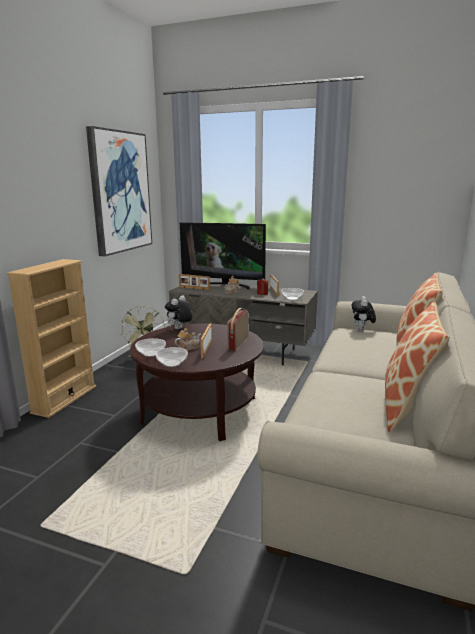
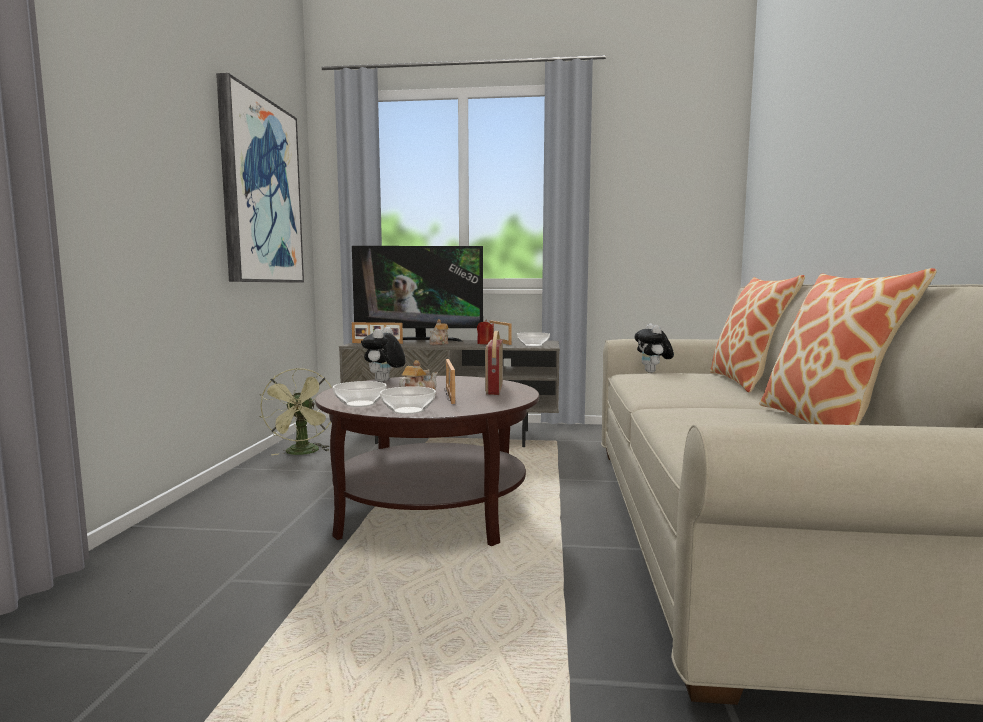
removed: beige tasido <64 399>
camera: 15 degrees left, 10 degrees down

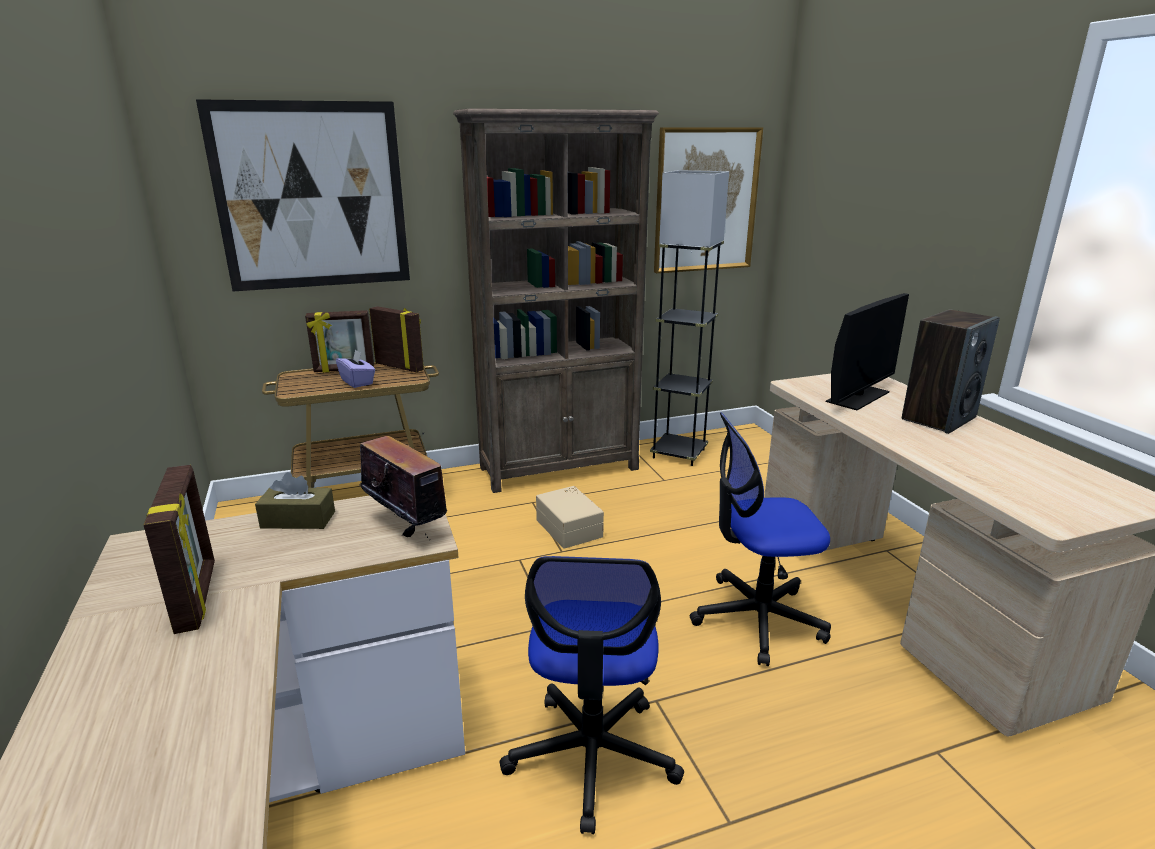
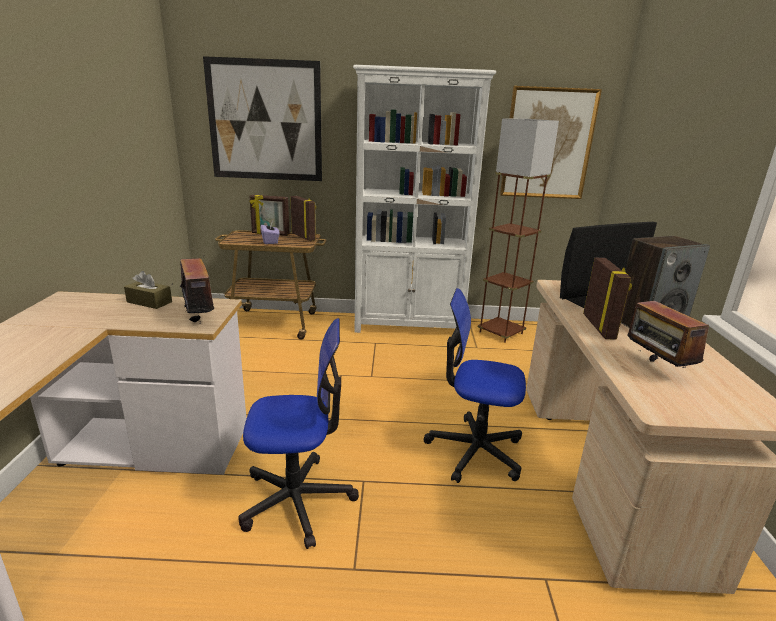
removed: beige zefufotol <570 527>
added: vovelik <655 368>
moved: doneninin <198 596> to <599 327>
recoloured: brown tasido <560 468> to white tasido <409 326>; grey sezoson <679 454> to brown sezoson <501 333>
turned: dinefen <592 756> = <297 500> 120 degrees counterclockwise
camera: 20 degrees right, 0 degrees up

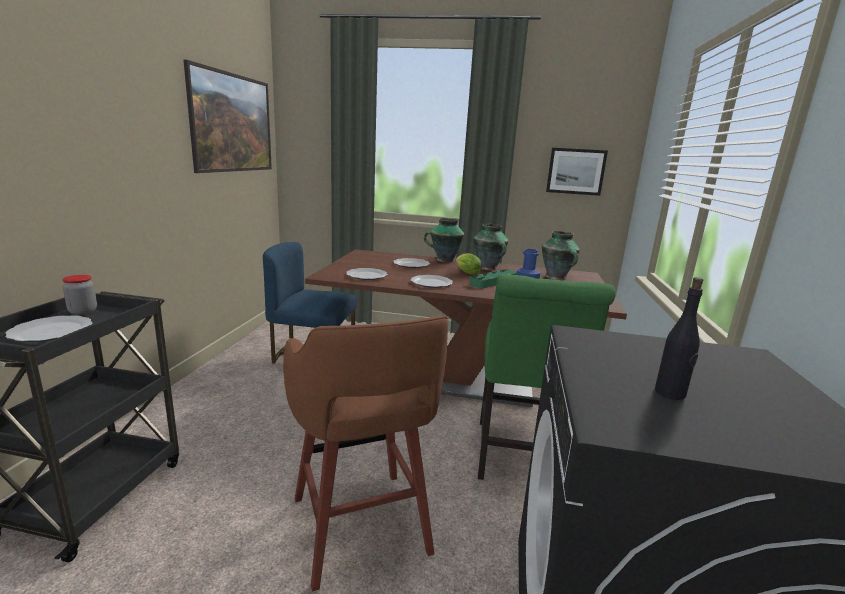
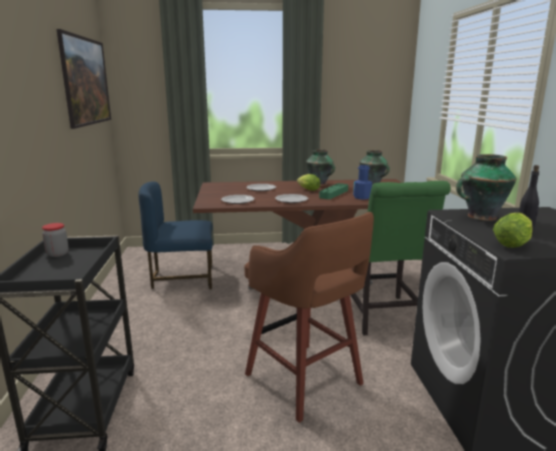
removed: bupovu <575 171>; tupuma <52 331>
added: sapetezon <513 244>
moved: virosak <444 260> to <480 217>
camera: 15 degrees left, 0 degrees up

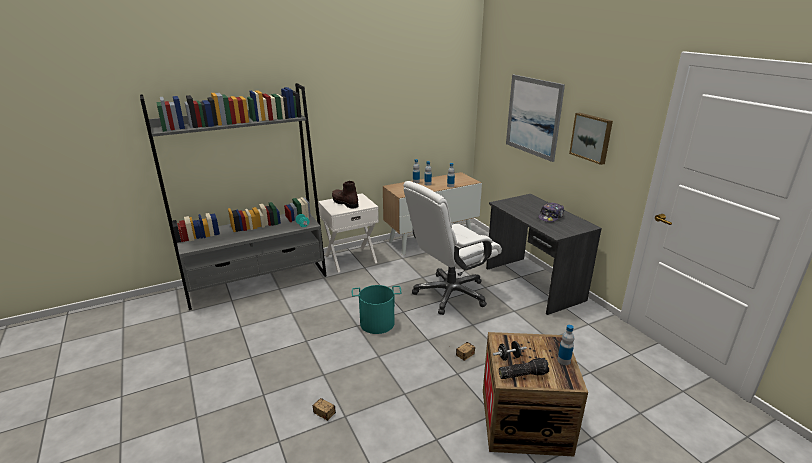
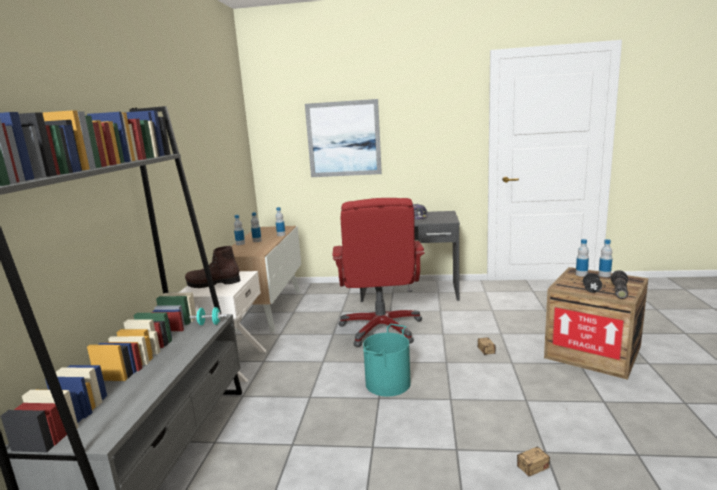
removed: bupovu <591 137>
added: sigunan <581 274>
recoloured: white dinefen <450 294> to red dinefen <381 329>
camera: 55 degrees left, 10 degrees down

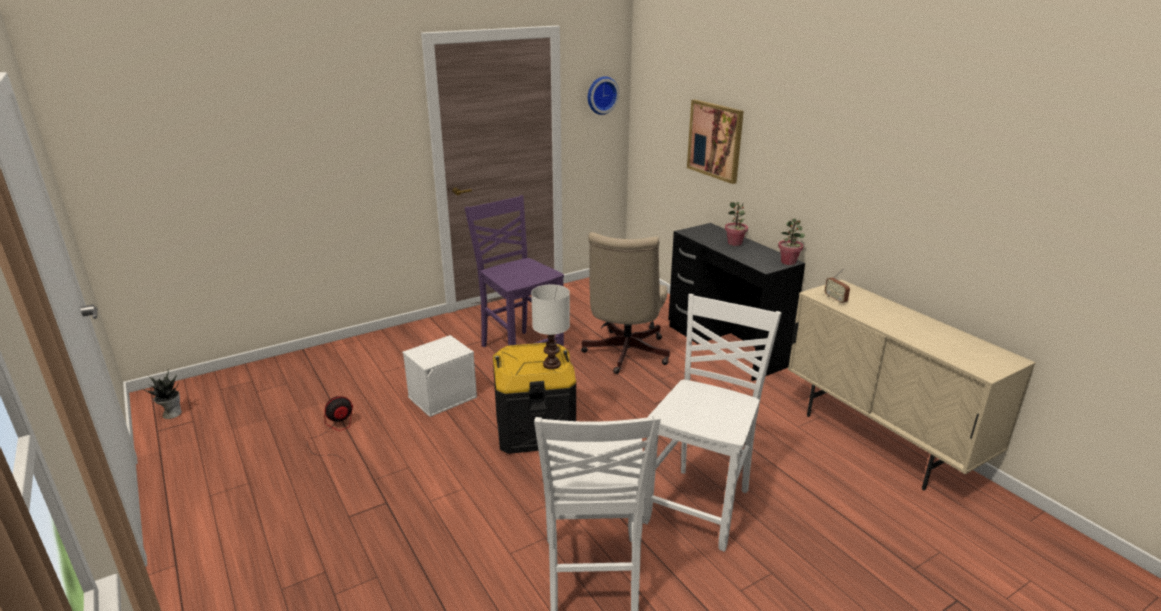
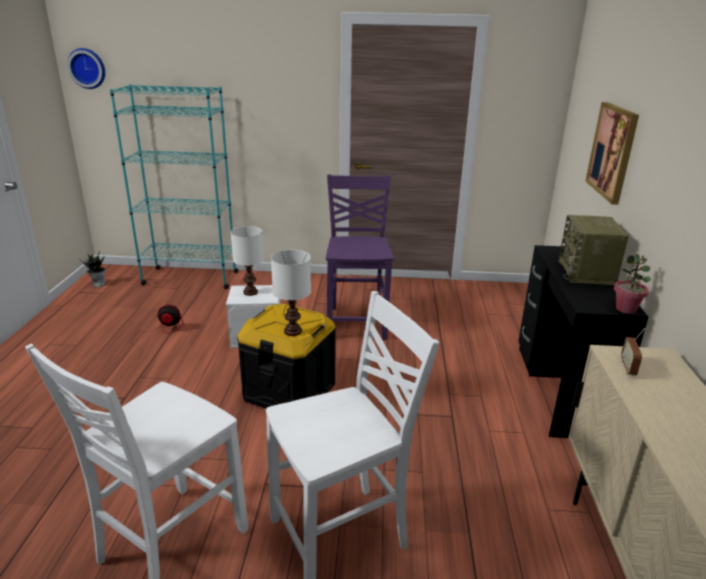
removed: beige dinefen <624 355>
added: turquoise tasido <190 278>; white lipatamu <250 292>
moved: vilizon <601 95> to <88 68>
replaced: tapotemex <735 243> to vovelik <586 273>
camera: 35 degrees right, 0 degrees up

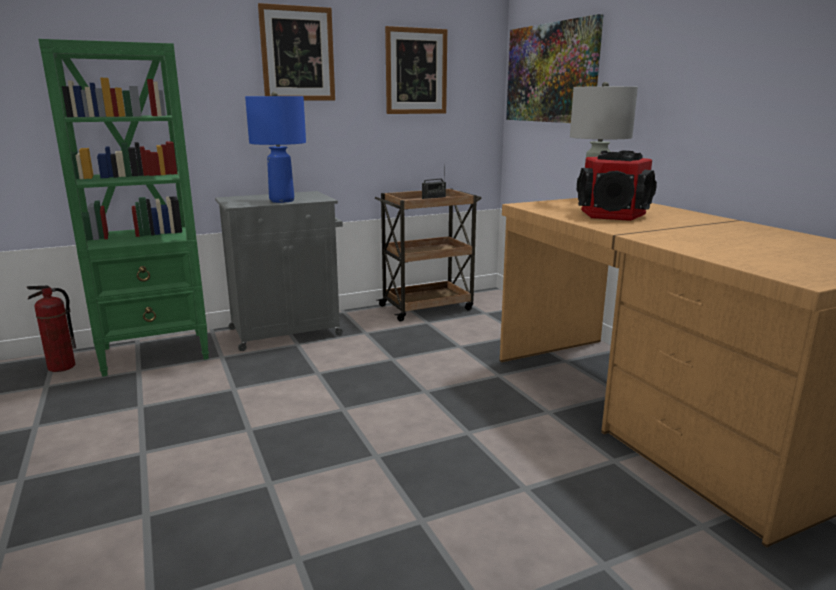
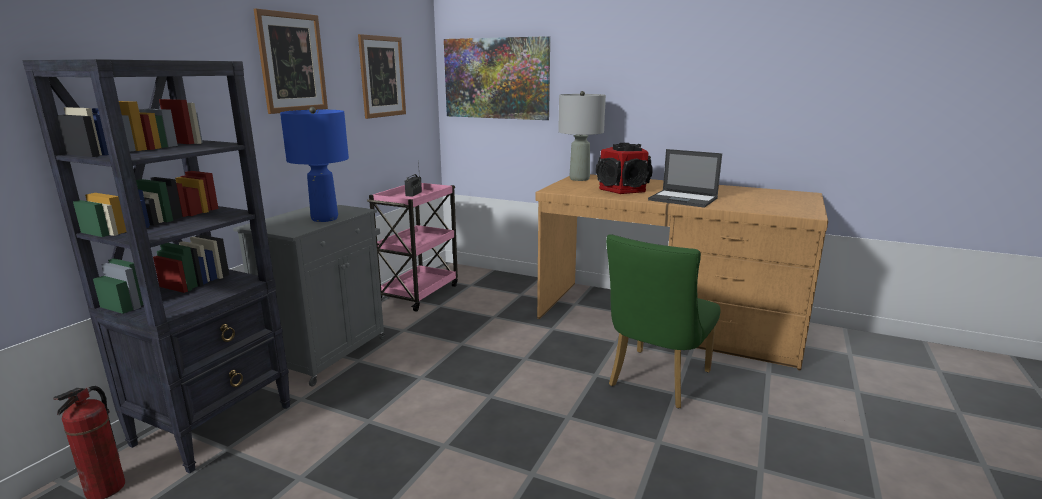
added: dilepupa <683 199>; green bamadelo <655 381>
recoloured: green tasido <156 353> to black tasido <215 424>; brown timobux <427 307> to pink timobux <419 293>
camera: 40 degrees left, 0 degrees up

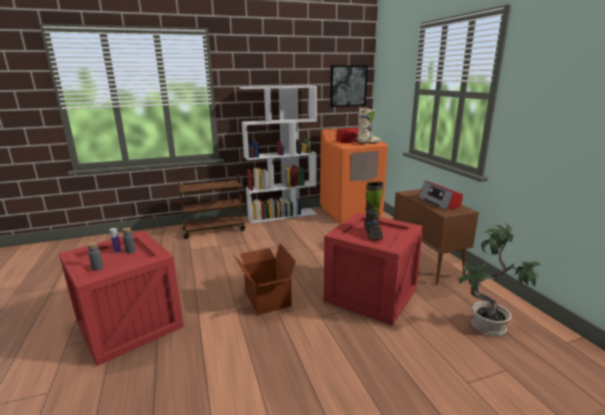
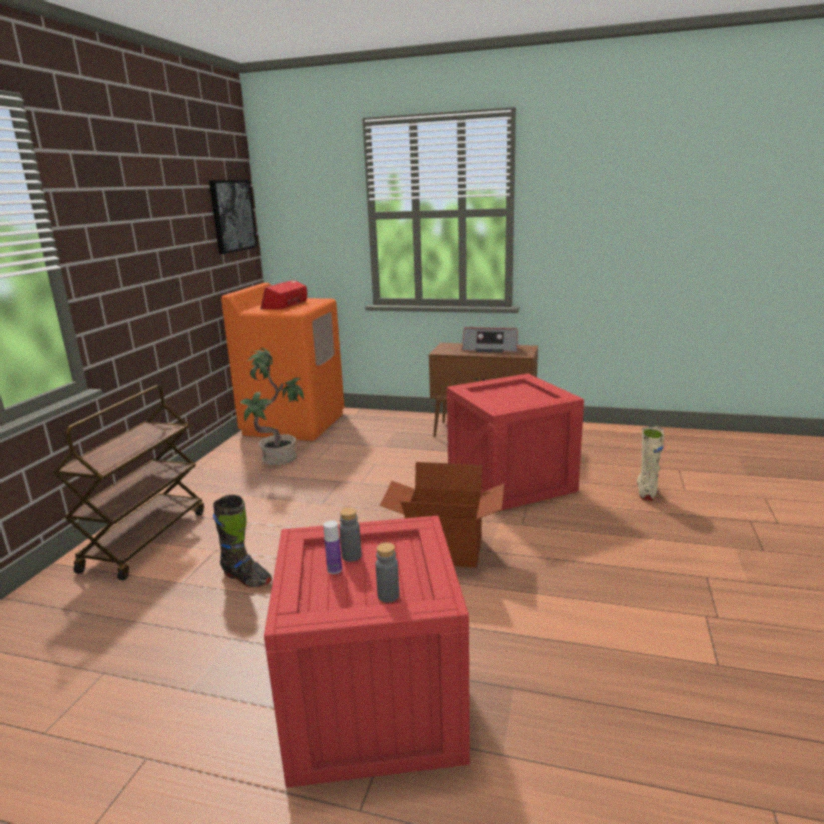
removed: white tasido <282 215>
moved: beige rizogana <368 143> to <646 491>; black rizogana <372 235> to <246 578>; tapotemex <488 327> to <280 459>
camera: 55 degrees left, 0 degrees up

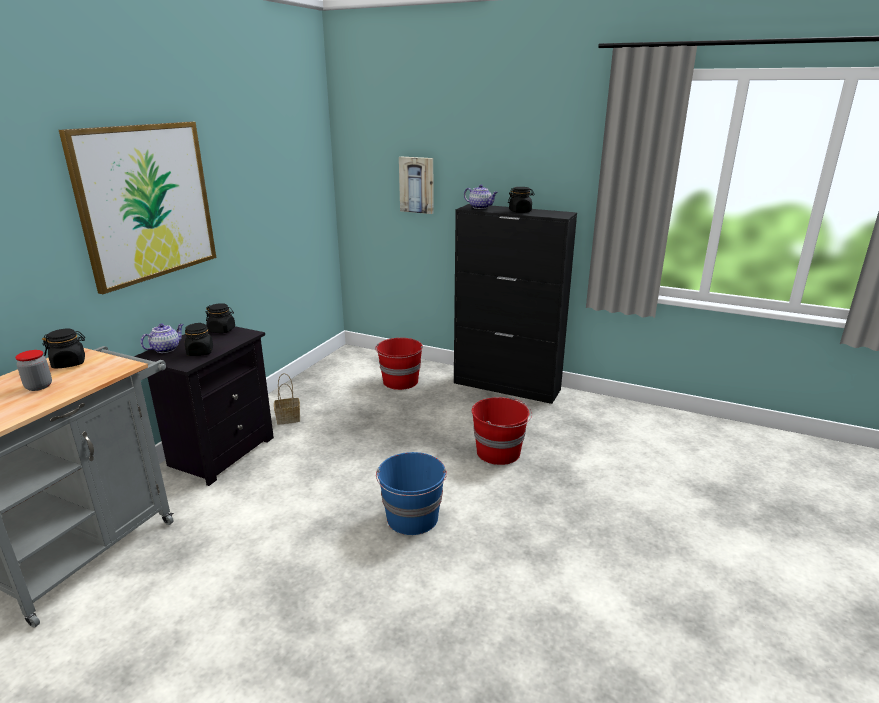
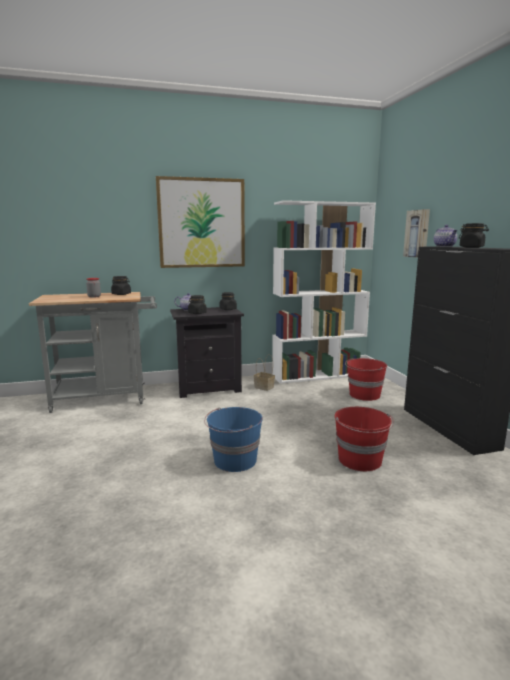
added: white tasido <318 375>
camera: 50 degrees right, 10 degrees down

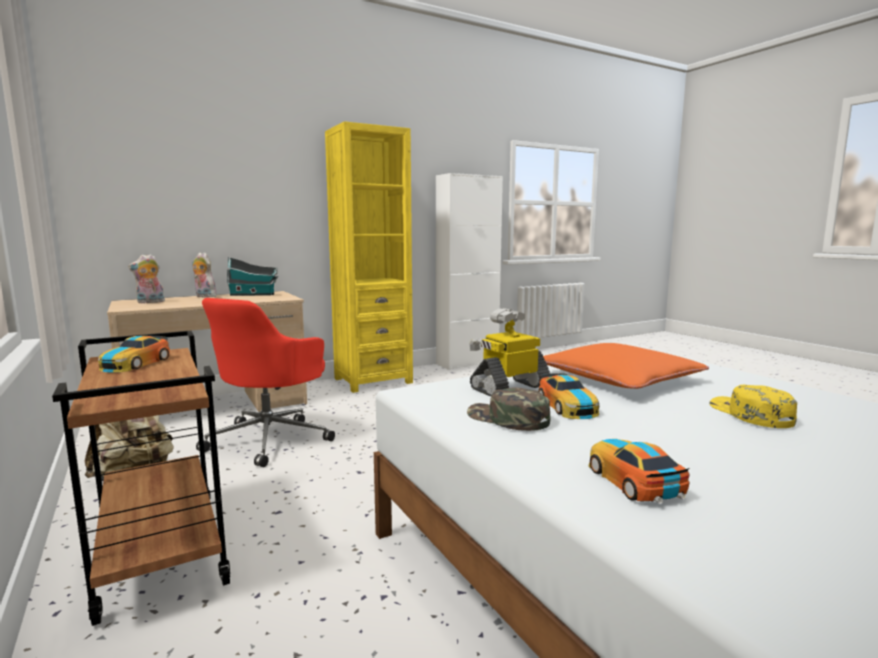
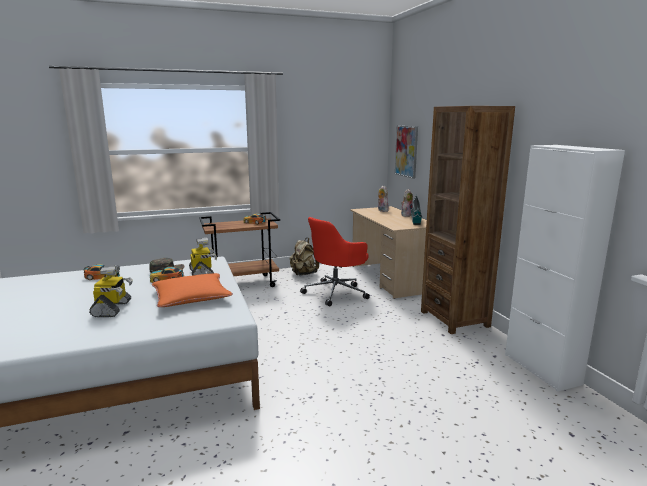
added: bupovu <406 151>
replaced: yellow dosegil <750 414> to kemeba <112 309>
recoloured: yellow tasido <373 380> to brown tasido <454 319>
turned: red dinefen <270 439> = <336 293> 75 degrees counterclockwise
camera: 100 degrees right, 5 degrees up

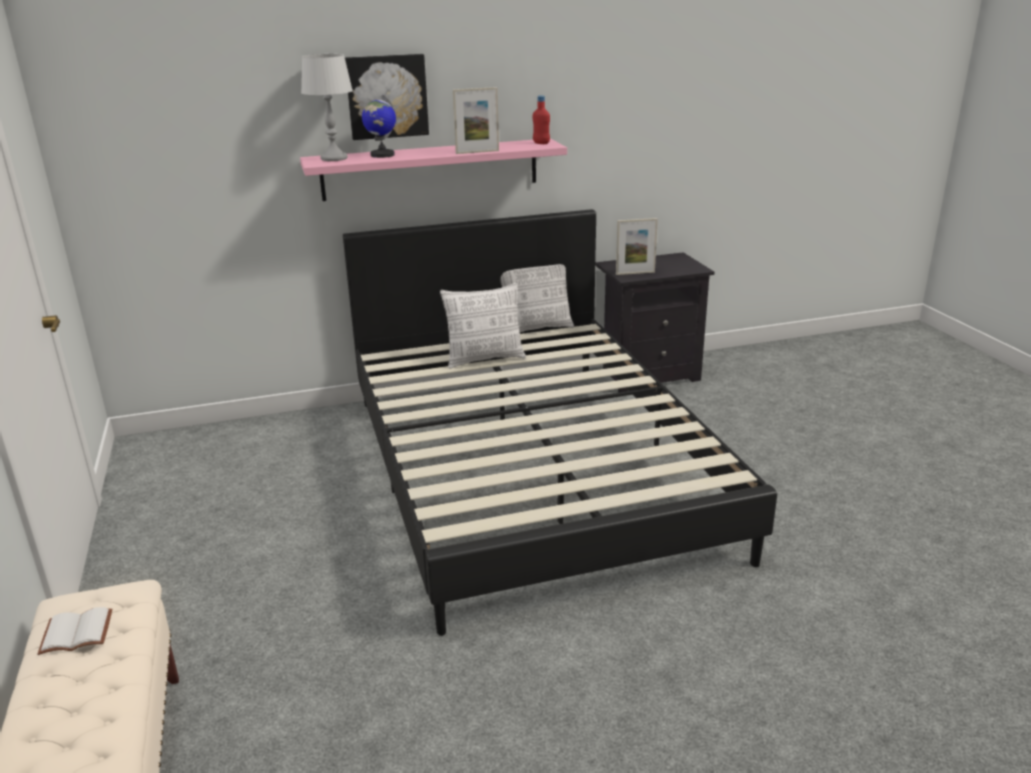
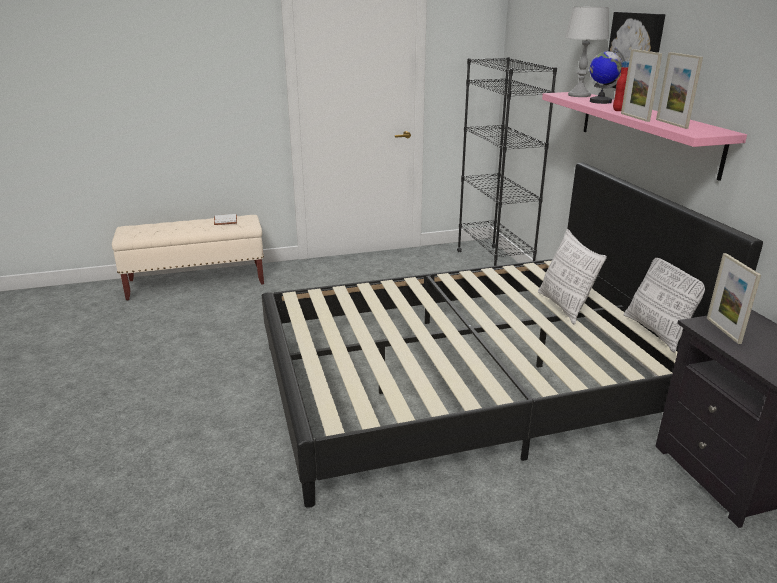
added: doneninin <671 124>; black tasido <493 265>
moved: red sigunan <541 143> to <618 110>
camera: 90 degrees right, 0 degrees up

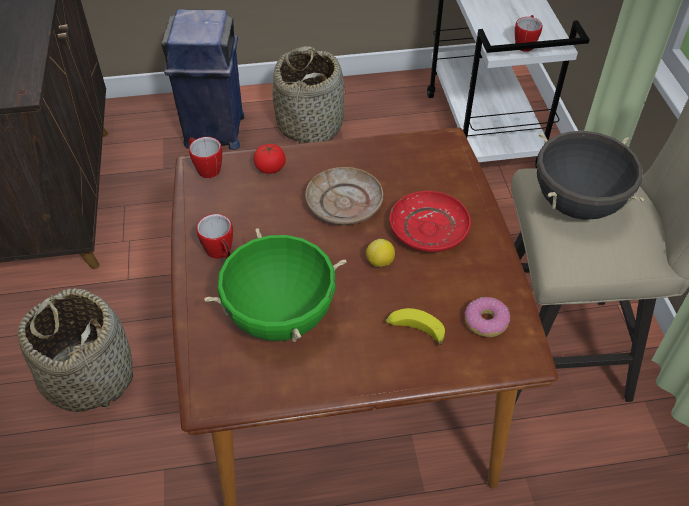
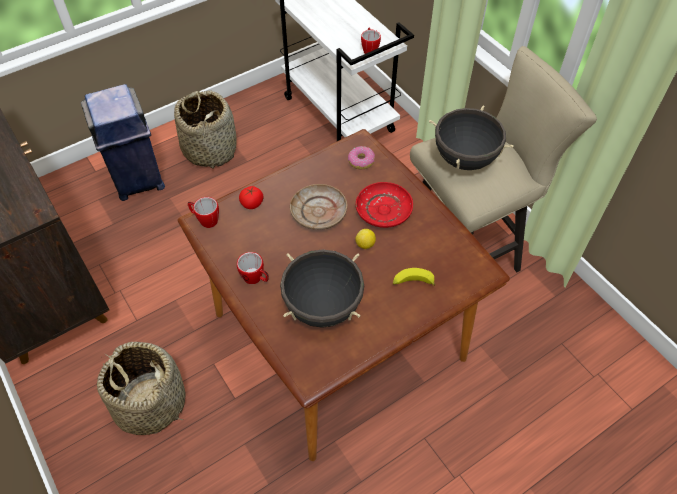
moved: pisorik <486 321> to <361 161>
recoloured: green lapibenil <281 317> to black lapibenil <323 307>
camera: 25 degrees left, 5 degrees up

